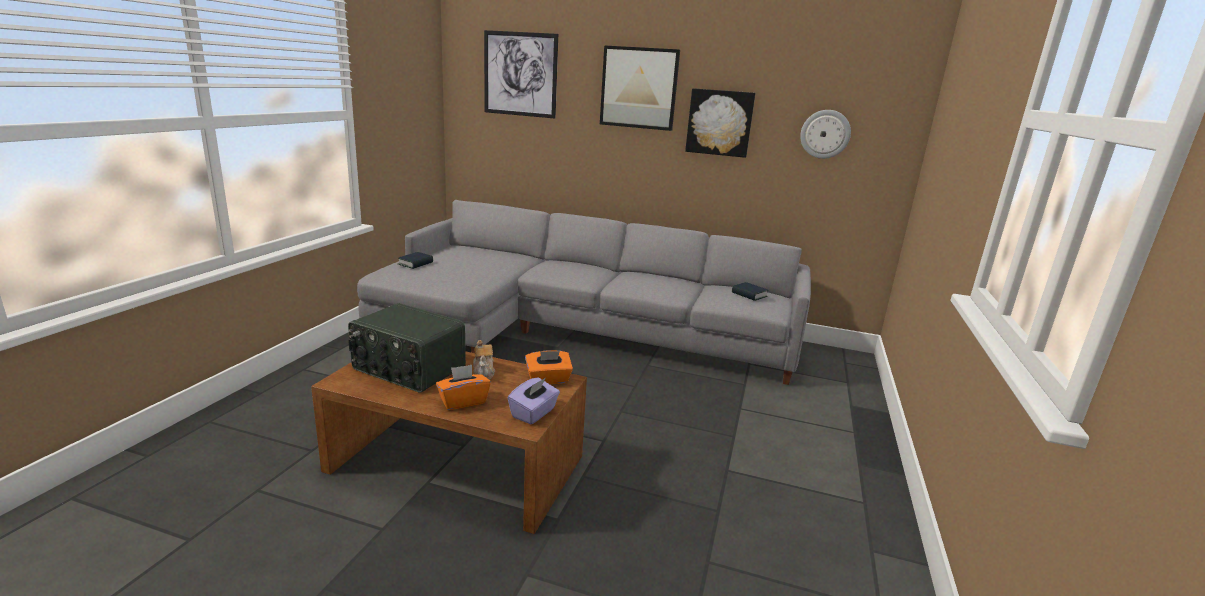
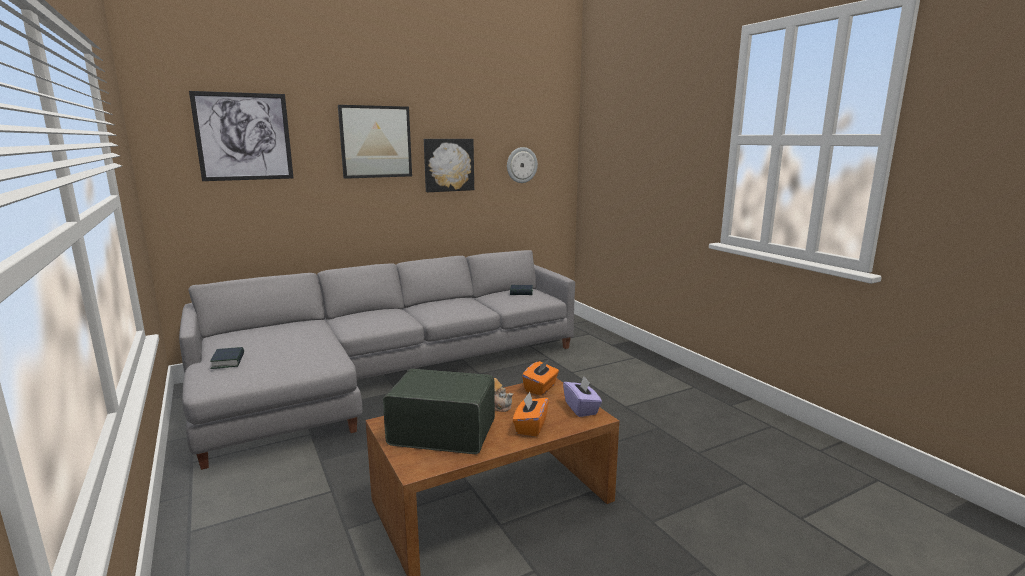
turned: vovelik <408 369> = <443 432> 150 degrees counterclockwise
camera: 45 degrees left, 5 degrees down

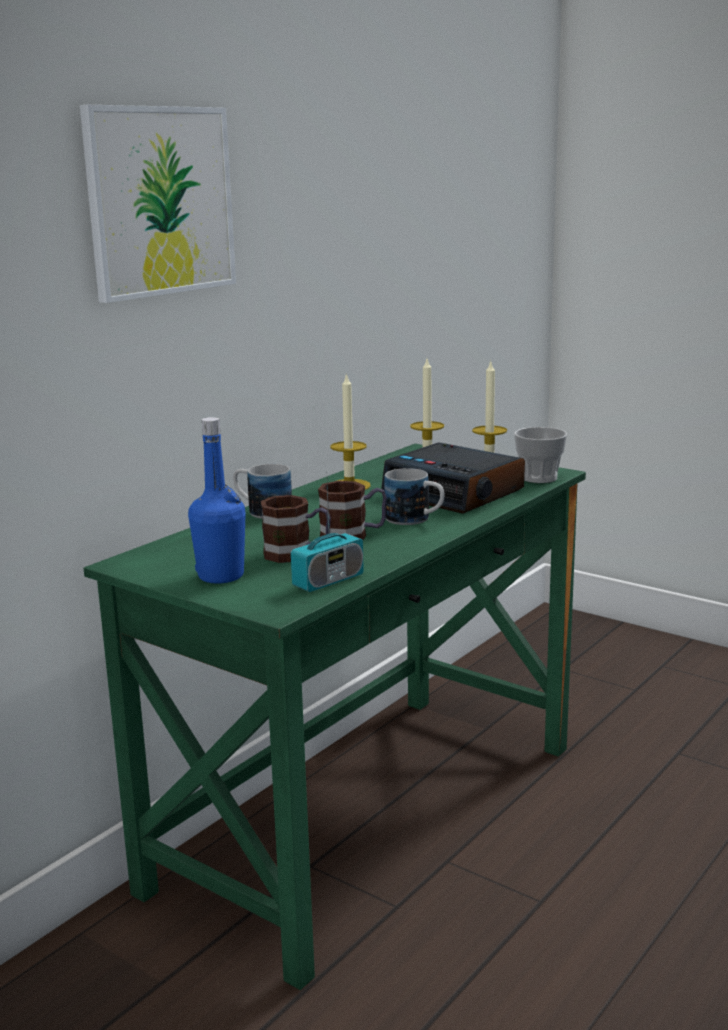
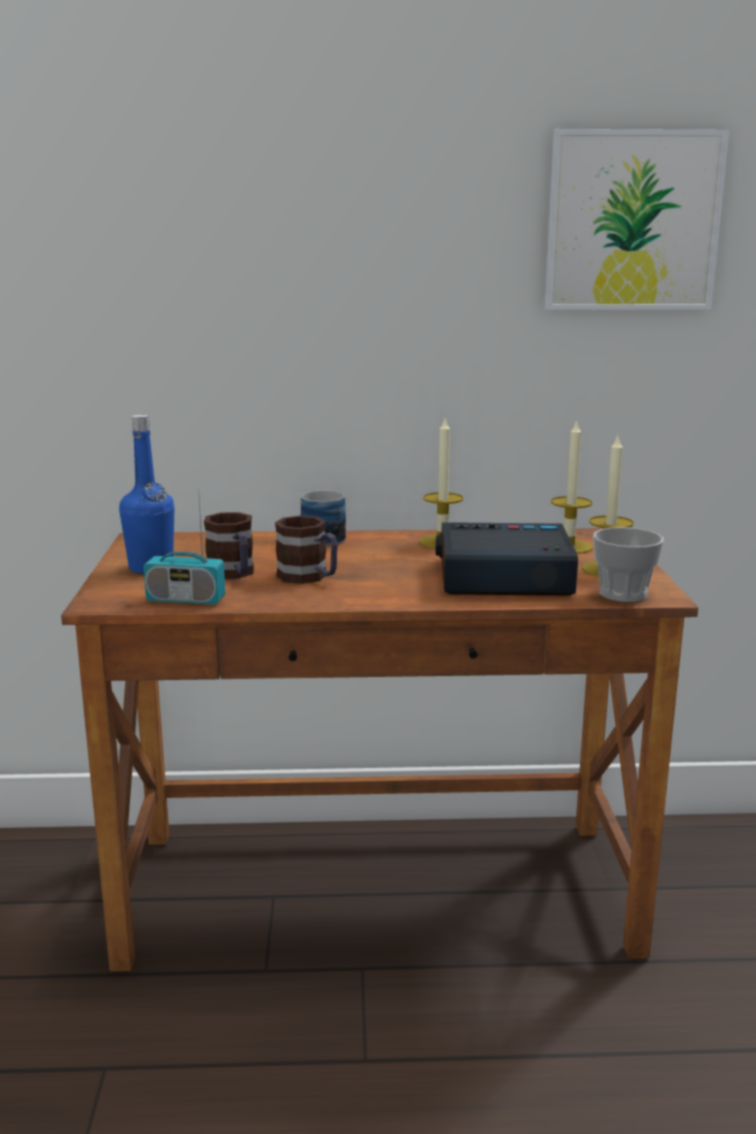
removed: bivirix <415 520>
moved: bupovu <160 201> to <632 221>
recoloured: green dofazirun <369 815> to brown dofazirun <378 890>
turned: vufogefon <455 492> = <502 577> 90 degrees clockwise
camera: 50 degrees right, 0 degrees up

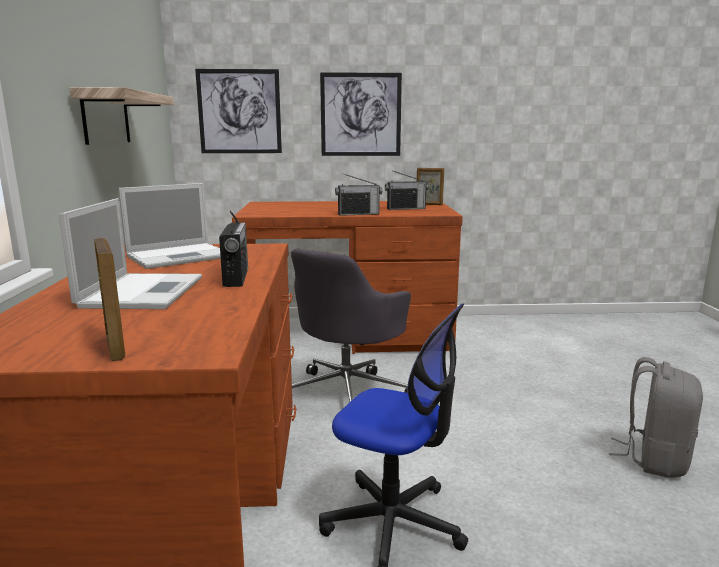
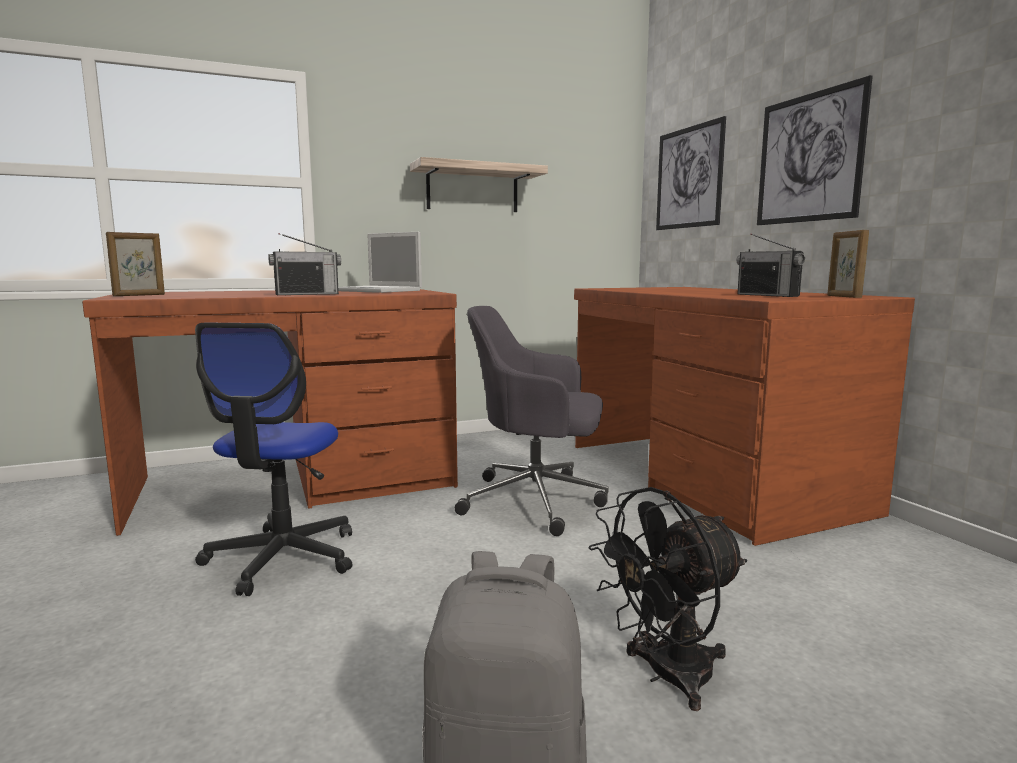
removed: vovelik <358 214>; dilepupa <143 291>
added: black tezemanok <666 676>
camera: 70 degrees right, 5 degrees down

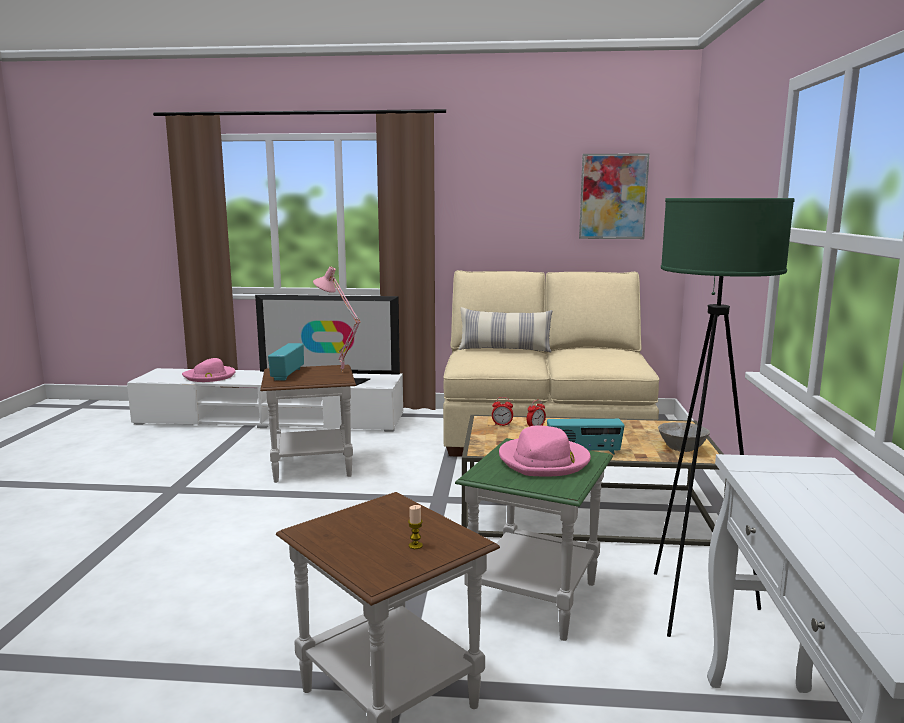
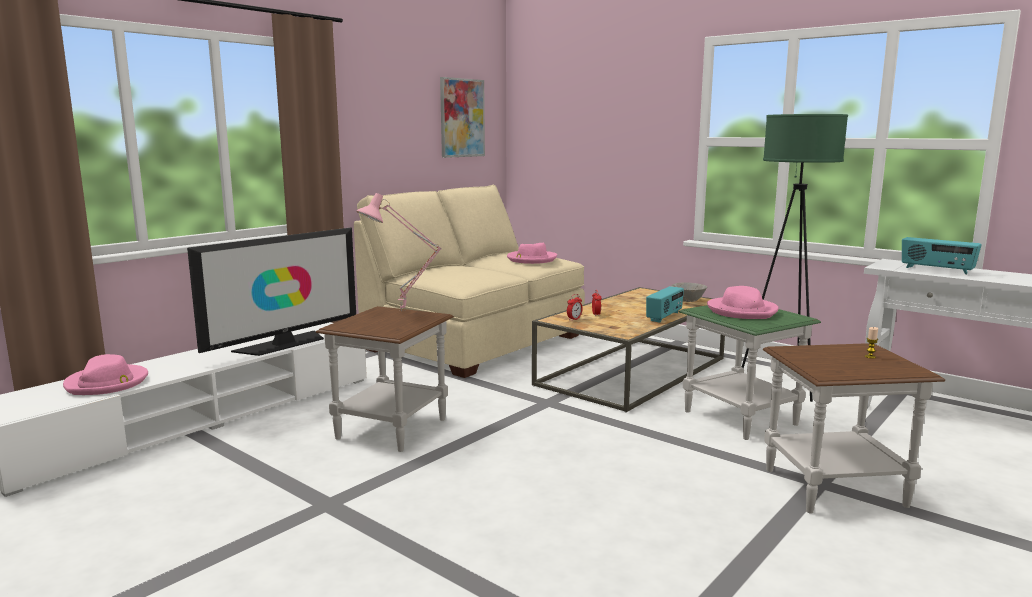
removed: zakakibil <504 350>
added: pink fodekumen <531 259>
moved: vovelik <287 374> to <936 270>
camera: 55 degrees left, 0 degrees up

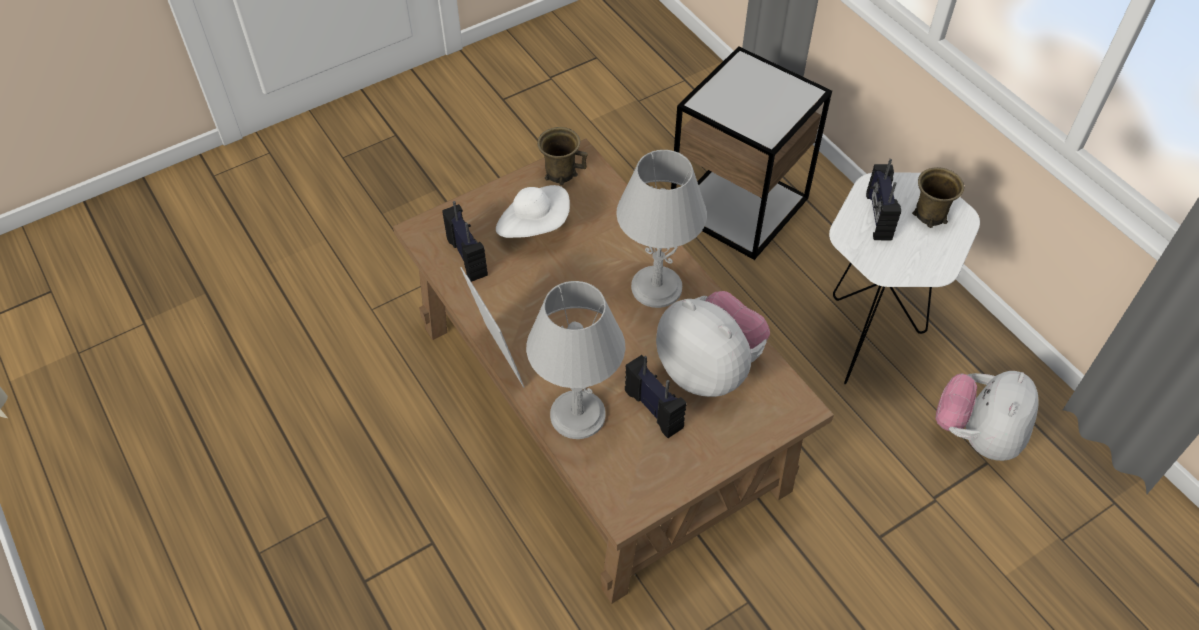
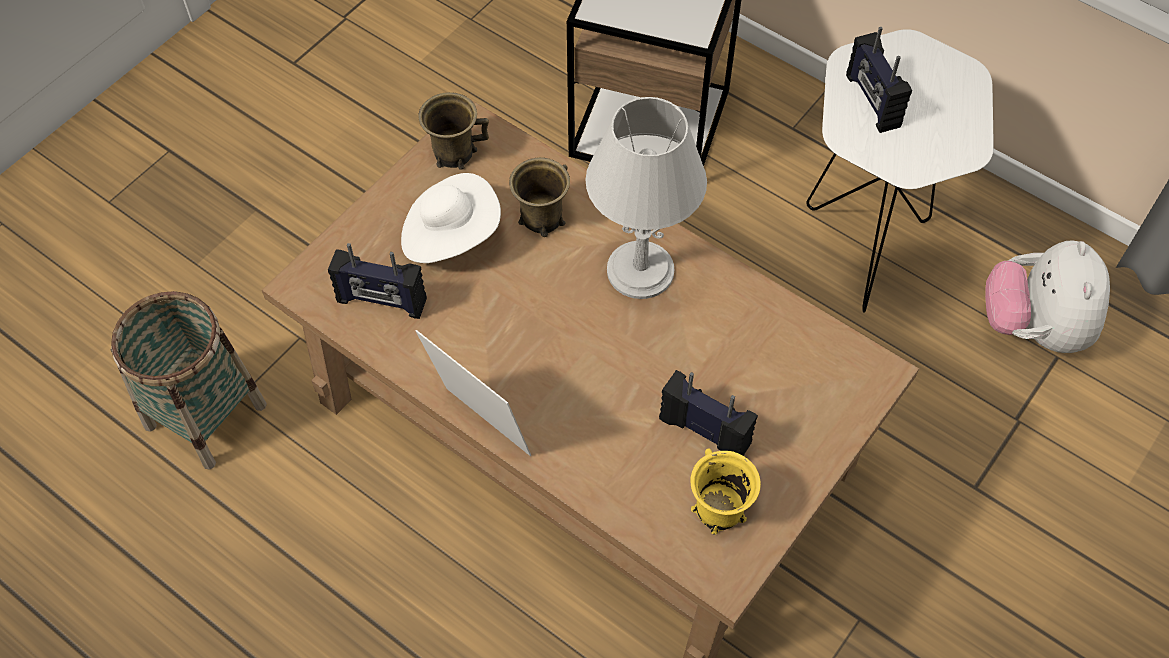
removed: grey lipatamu <577 415>; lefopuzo <709 368>
added: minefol <205 415>; yellow bivirix <718 510>
moved: brown bivirix <930 214> to <541 217>
turned: vovelik <468 256> = <381 301> 150 degrees clockwise
camera: 20 degrees left, 5 degrees up

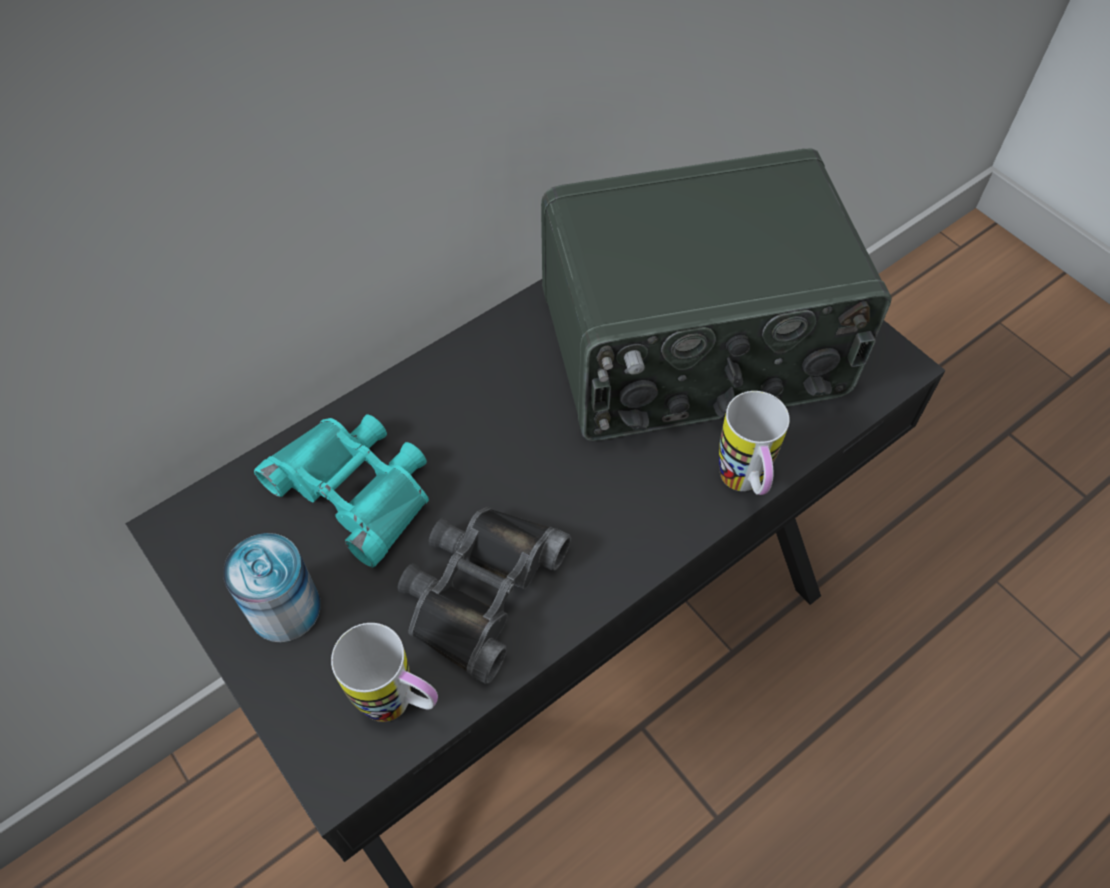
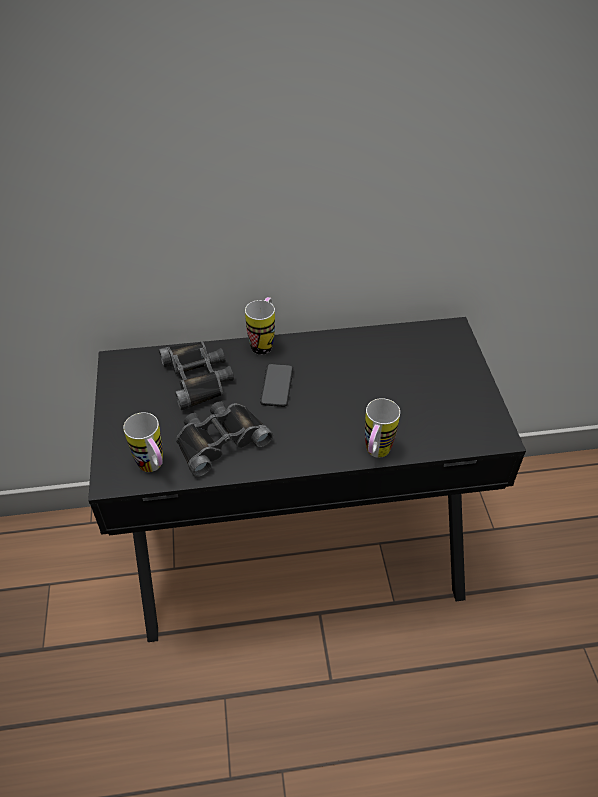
removed: vovelik <694 349>; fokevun <285 608>
added: bivirix <264 343>; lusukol <277 386>
recoloured: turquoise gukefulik <356 488> to black gukefulik <198 378>
camera: 30 degrees right, 10 degrees down

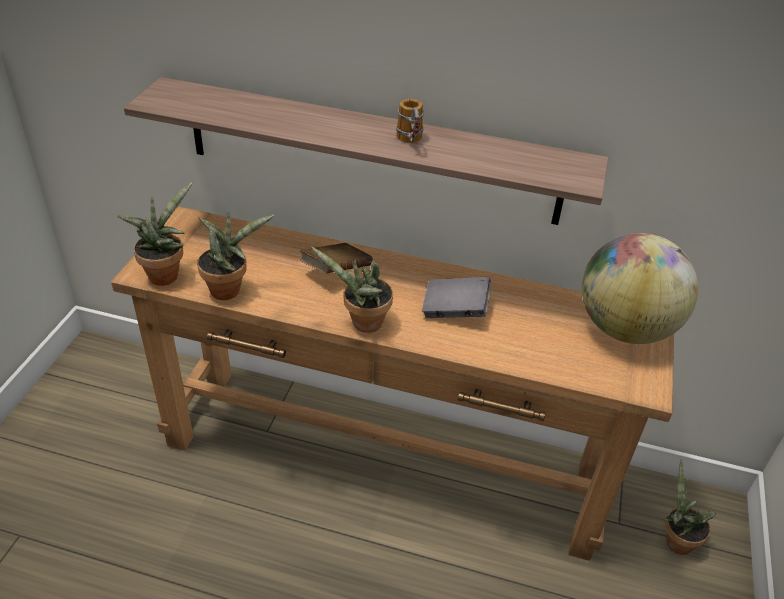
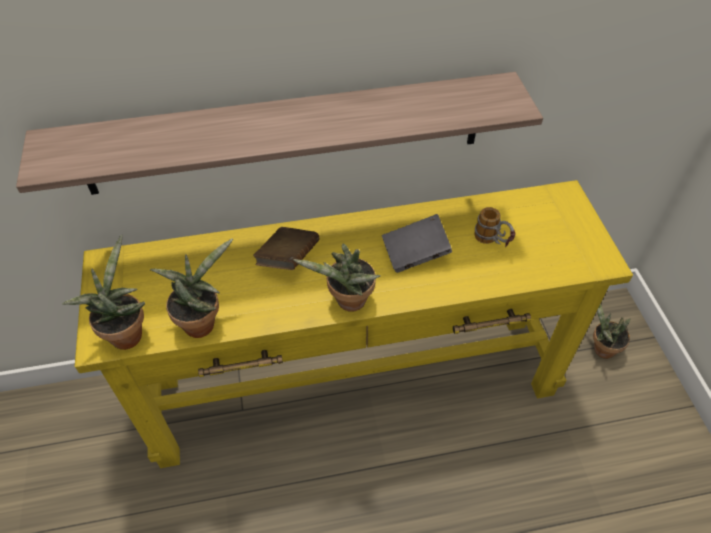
removed: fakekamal <625 328>
moved: bivirix <411 143> to <492 242>
recoloured: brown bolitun <383 457> to yellow bolitun <354 385>
camera: 25 degrees left, 10 degrees up

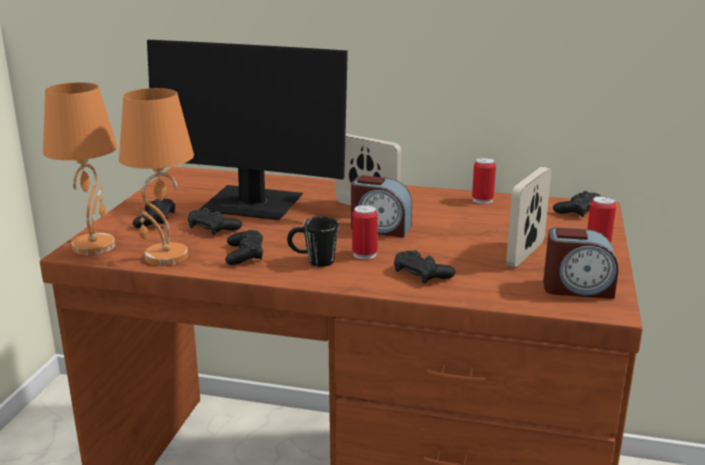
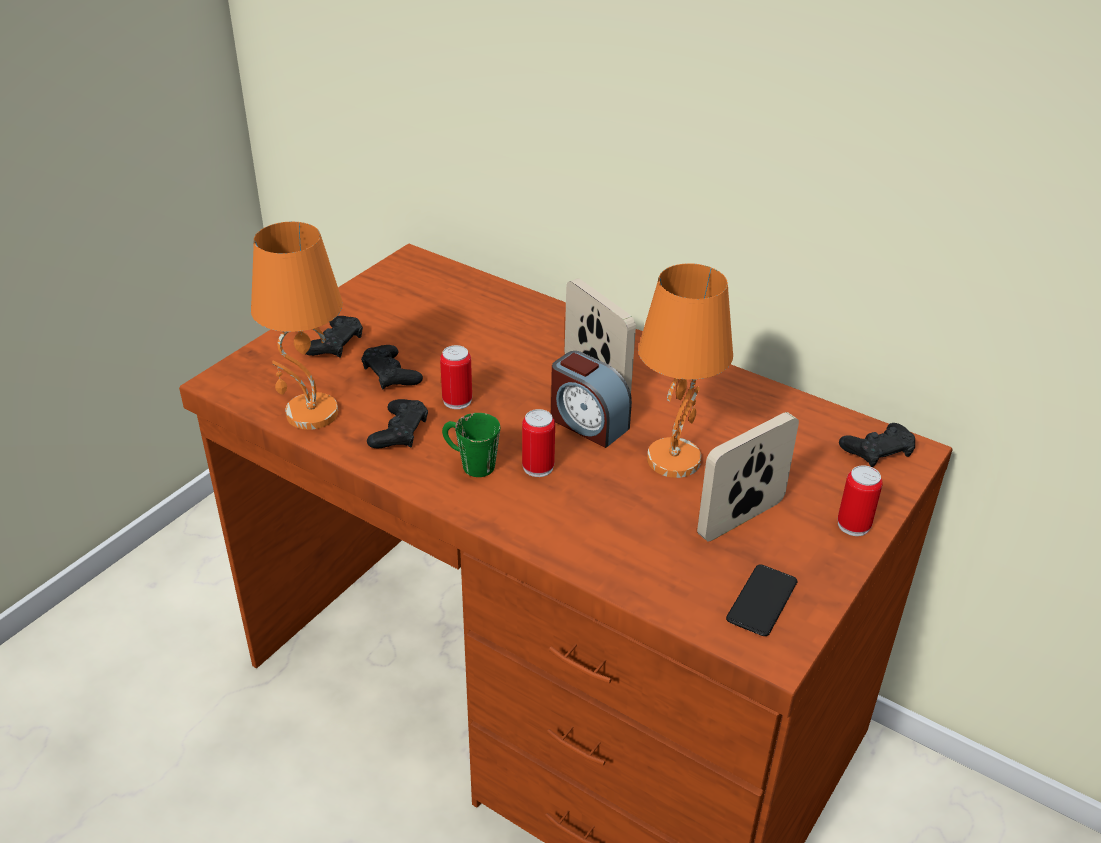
removed: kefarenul <252 205>; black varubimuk <422 273>
moved: orange lipatamu <94 246> to <673 459>; fokevun <482 200> to <457 400>
replaced: vufogefon <577 288> to lusukol <762 601>
recoloured: black bivirix <312 261> to green bivirix <469 463>
camera: 20 degrees right, 15 degrees up

